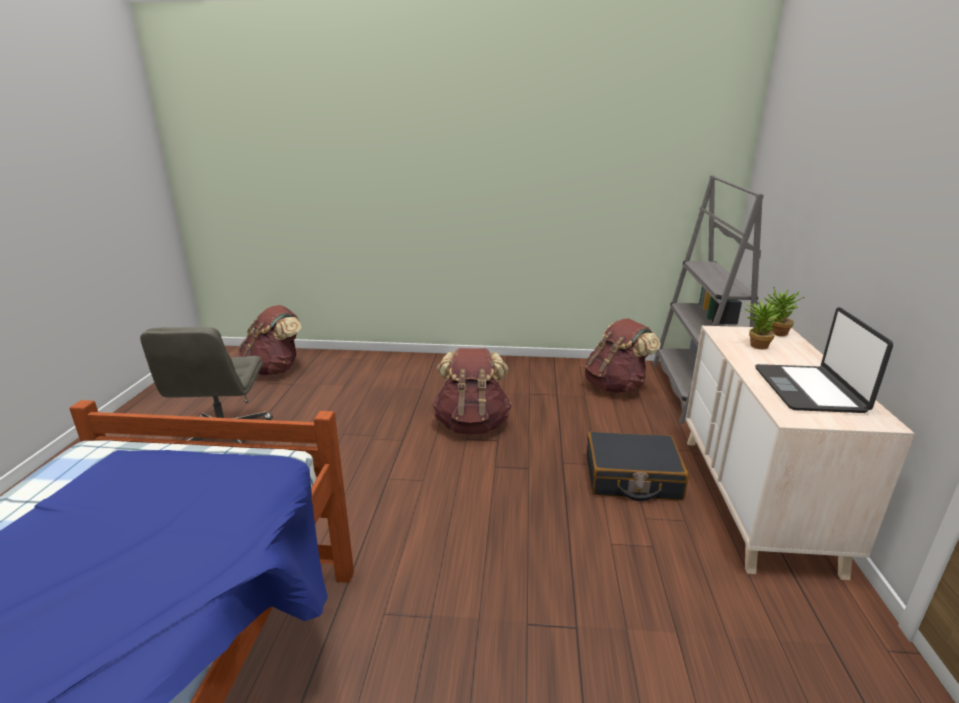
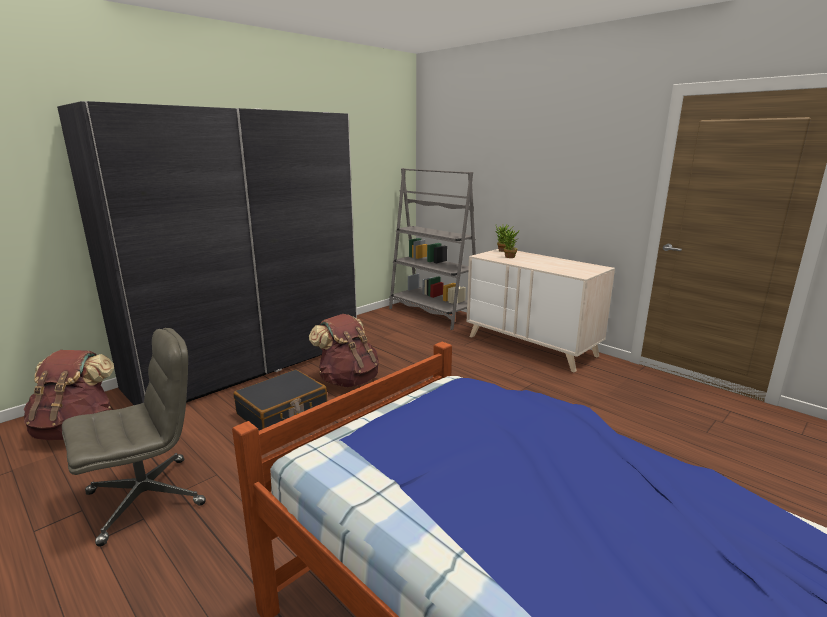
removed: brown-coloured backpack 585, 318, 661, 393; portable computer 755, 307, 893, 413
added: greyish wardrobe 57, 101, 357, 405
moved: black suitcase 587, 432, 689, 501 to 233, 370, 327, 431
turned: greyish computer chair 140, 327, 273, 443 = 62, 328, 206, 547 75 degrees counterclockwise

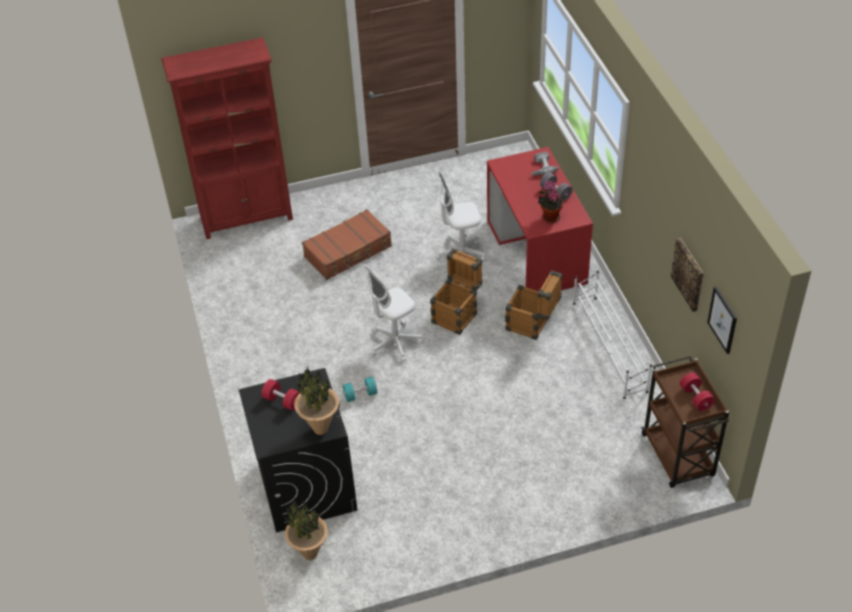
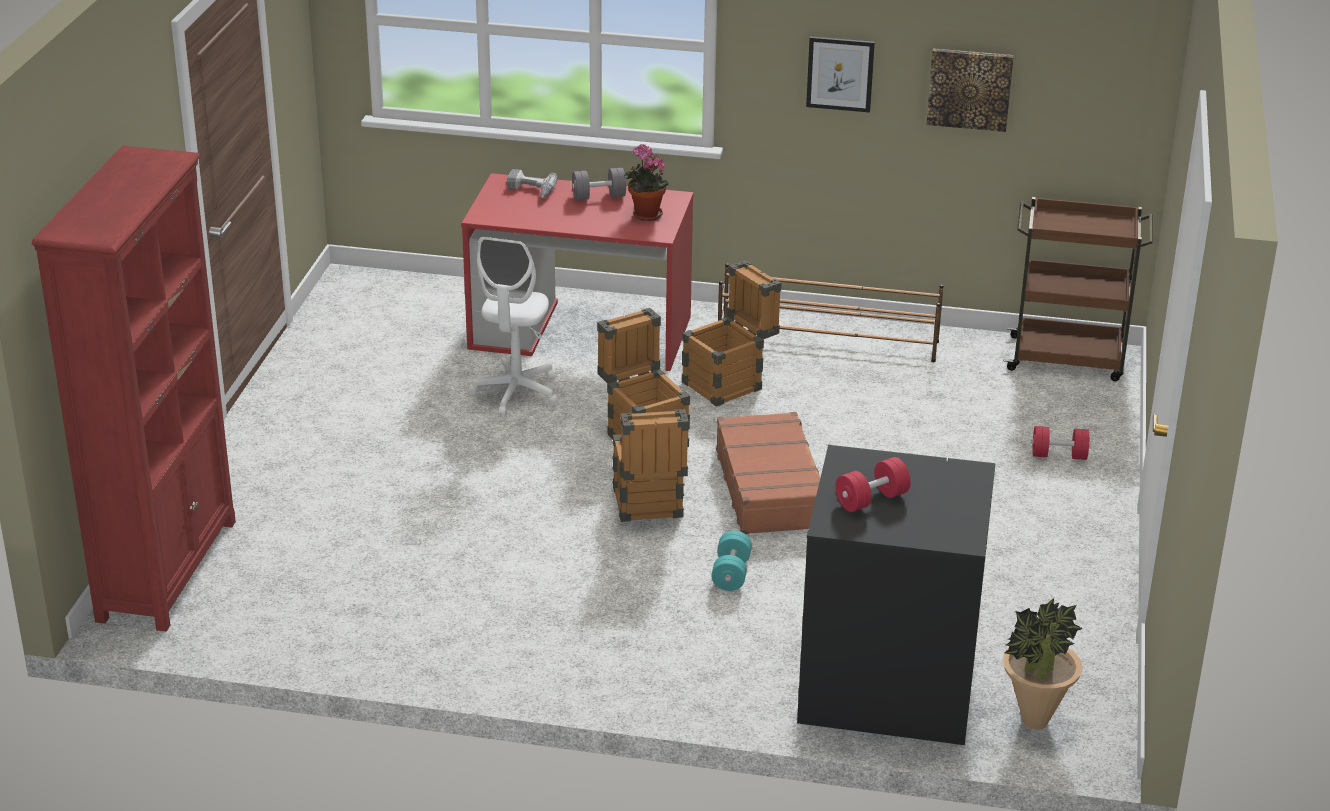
removed: plant in a pot 294, 367, 339, 435
moved: brown-coloured suitcase 302, 209, 392, 280 to 716, 412, 820, 534; red-coloured free weight 680, 372, 715, 411 to 1031, 426, 1090, 460; wall art 707, 287, 737, 354 to 806, 36, 875, 113
replaced: white computer chair 365, 267, 423, 362 to shipping crate 612, 409, 689, 522
recoloured: white shoe shelf 573, 271, 652, 399 to brown-coloured shoe shelf 718, 263, 944, 362

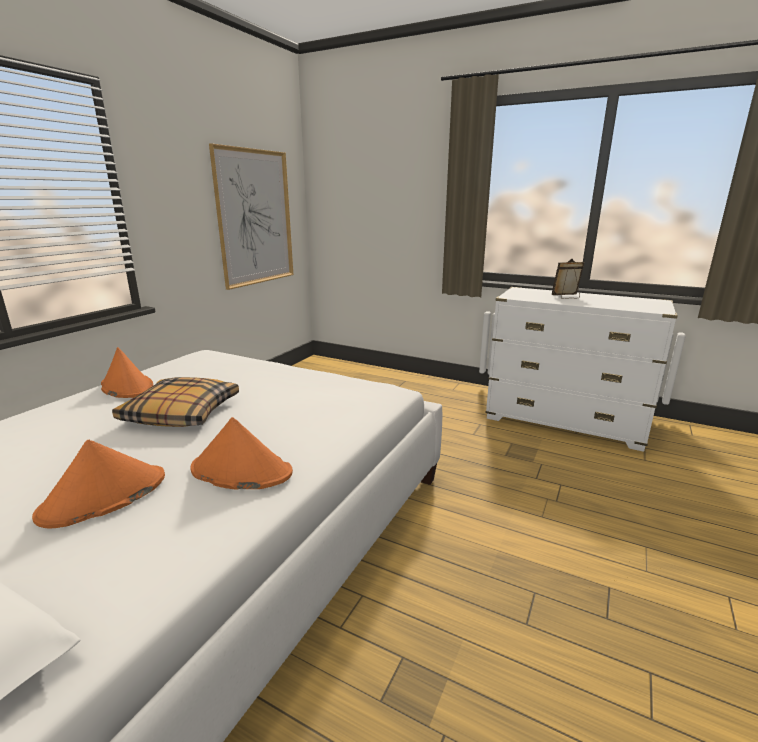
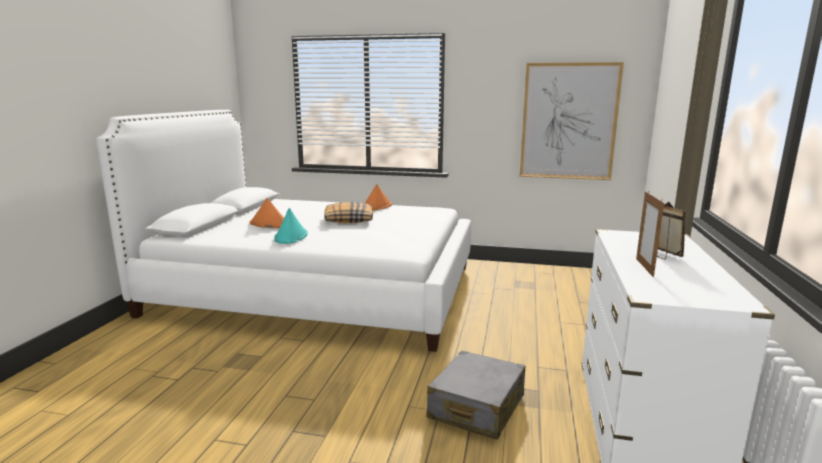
added: greyish suitcase 427, 351, 525, 440; standing frame 636, 191, 664, 277
recoloured: orange-coloured clothing hat 190, 417, 293, 490 to blue-green clothing hat 274, 208, 308, 244

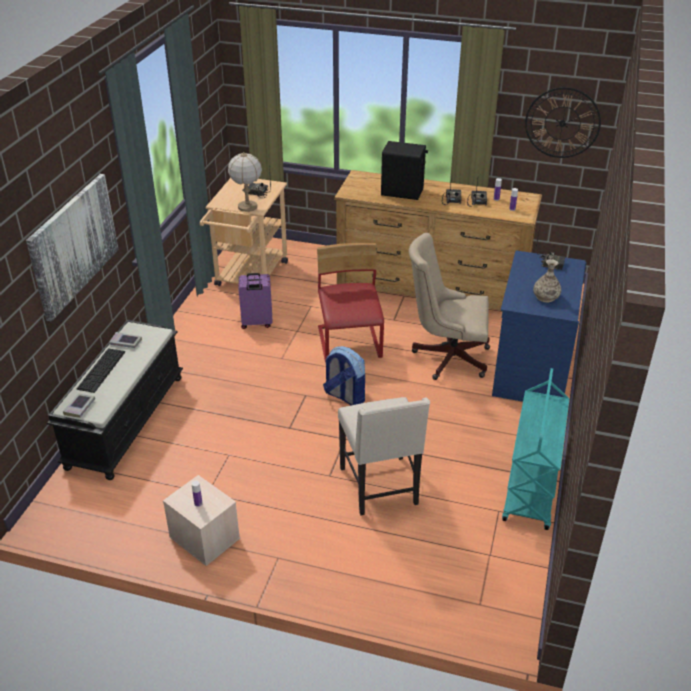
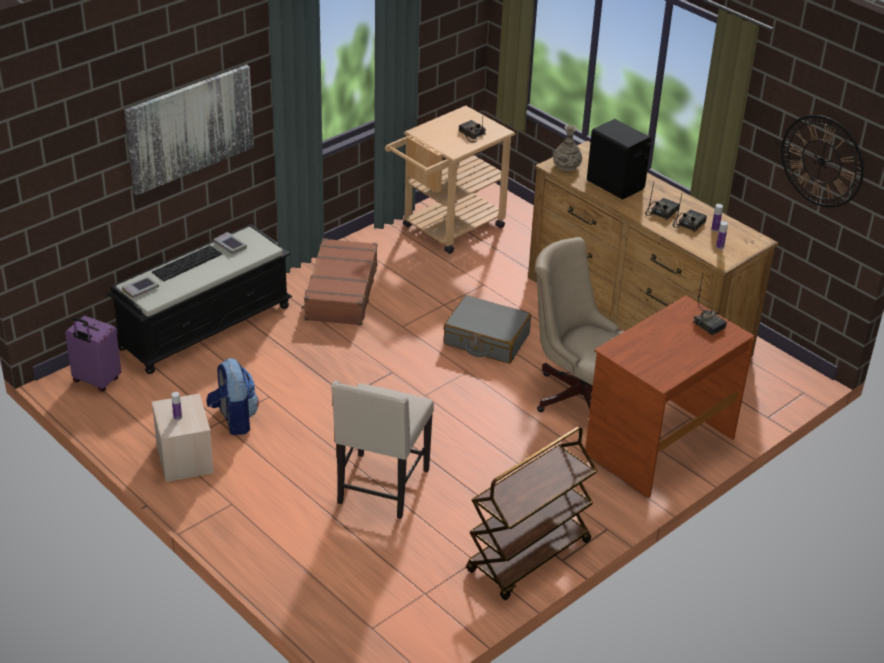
removed: lamp for a table 228, 152, 262, 212
added: brown-coloured suitcase 301, 238, 377, 325
moved: purple-coloured suitcase 239, 273, 273, 329 to 65, 316, 121, 392; backpack 323, 346, 365, 406 to 206, 358, 259, 435; decorative vase 533, 259, 561, 302 to 553, 125, 582, 171
replaced: red-coloured plain chair 317, 243, 384, 363 to greyish suitcase 443, 295, 531, 364
recoloured: blue-coloured desk 492, 250, 586, 402 to brown-coloured desk 585, 296, 755, 498; blue-green trolley 502, 368, 570, 530 to brown-coloured trolley 466, 426, 597, 600

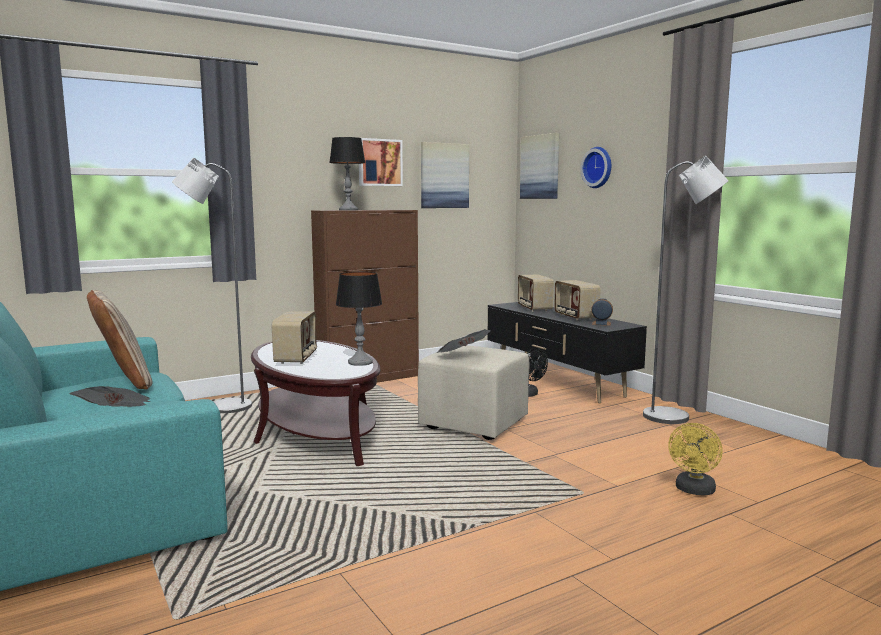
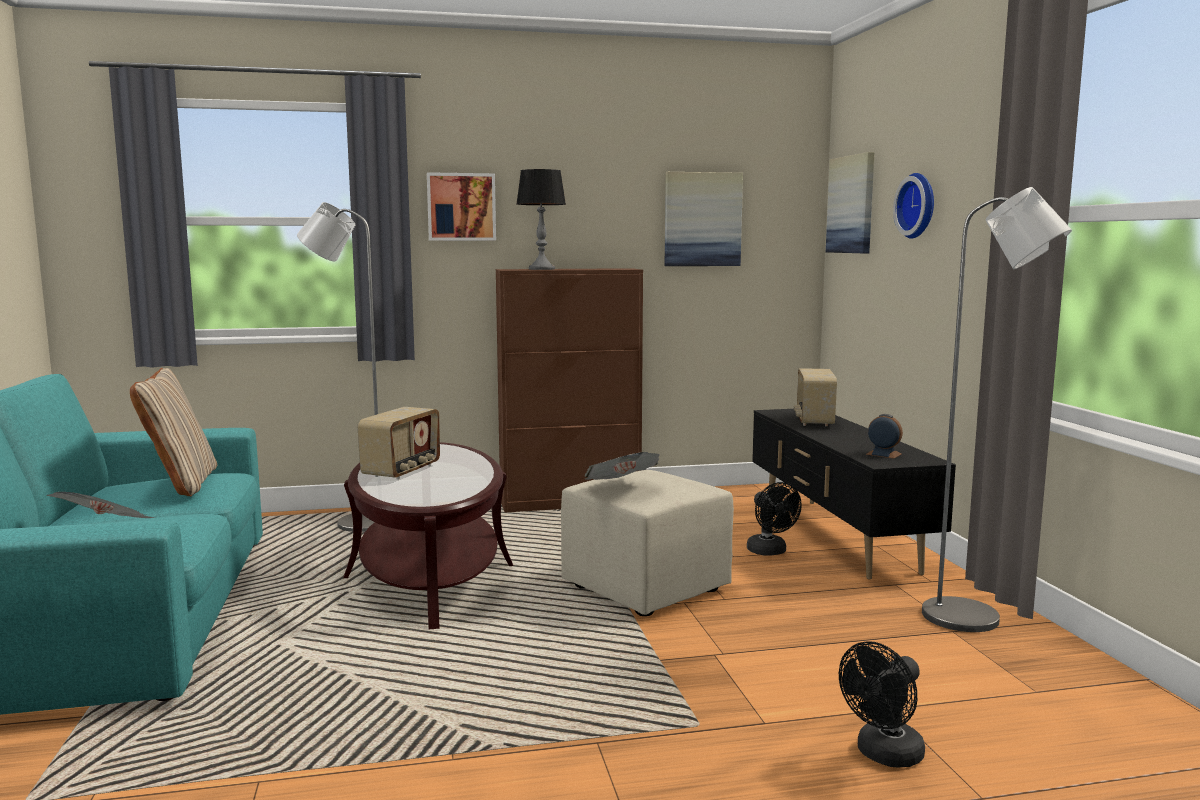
removed: lamp for a table 336, 272, 382, 366; radio receiver 554, 280, 601, 321
moved: wall art 359, 138, 403, 186 to 427, 172, 496, 241
recoloured: yellowish electric fan 668, 423, 723, 496 to black electric fan 839, 641, 925, 767

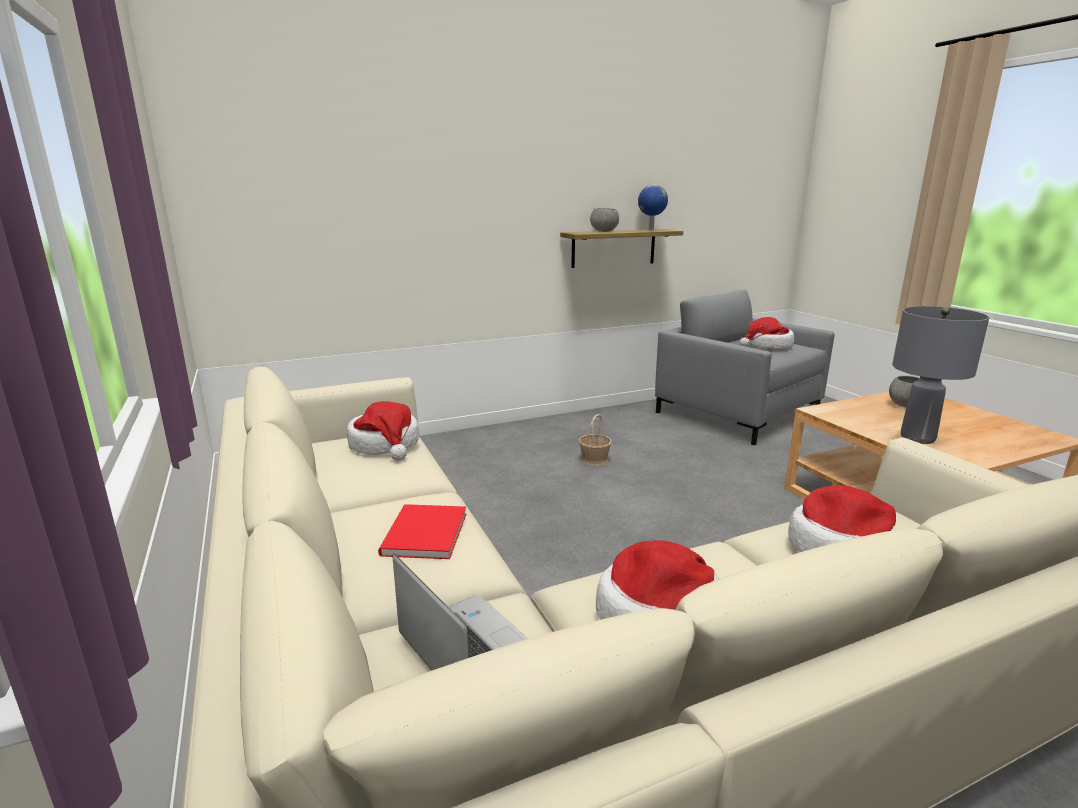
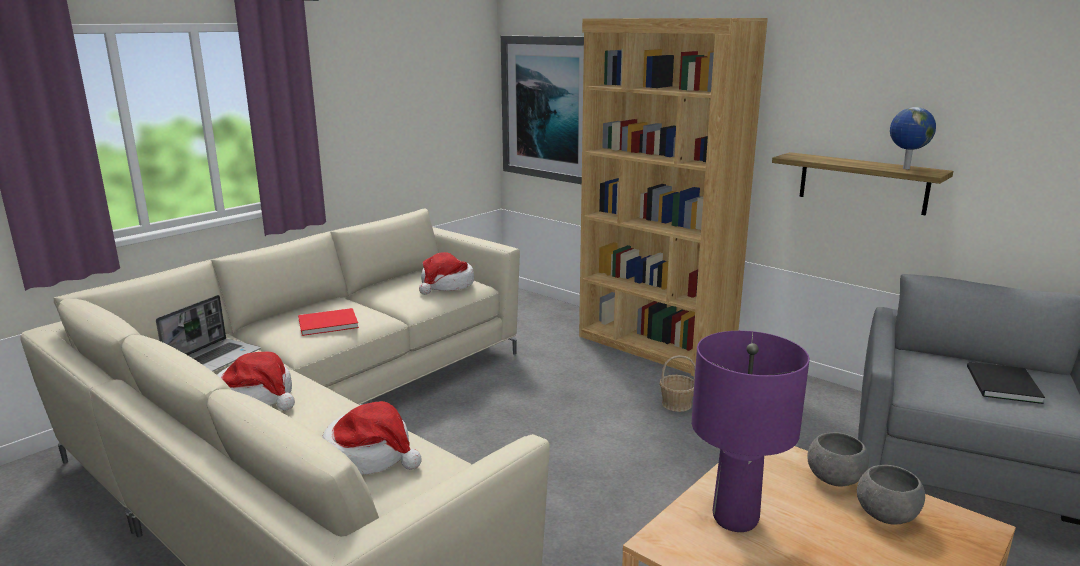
added: wall art 501, 35, 584, 184; brown-coloured bookshelf 579, 18, 768, 376
moved: greyish serving bowl 590, 208, 619, 232 to 807, 432, 869, 487
replaced: clothing hat 739, 317, 794, 349 to black volume 967, 362, 1045, 404
recoloured: greyish lamp for a table 892, 306, 989, 444 to purple-coloured lamp for a table 692, 331, 810, 532

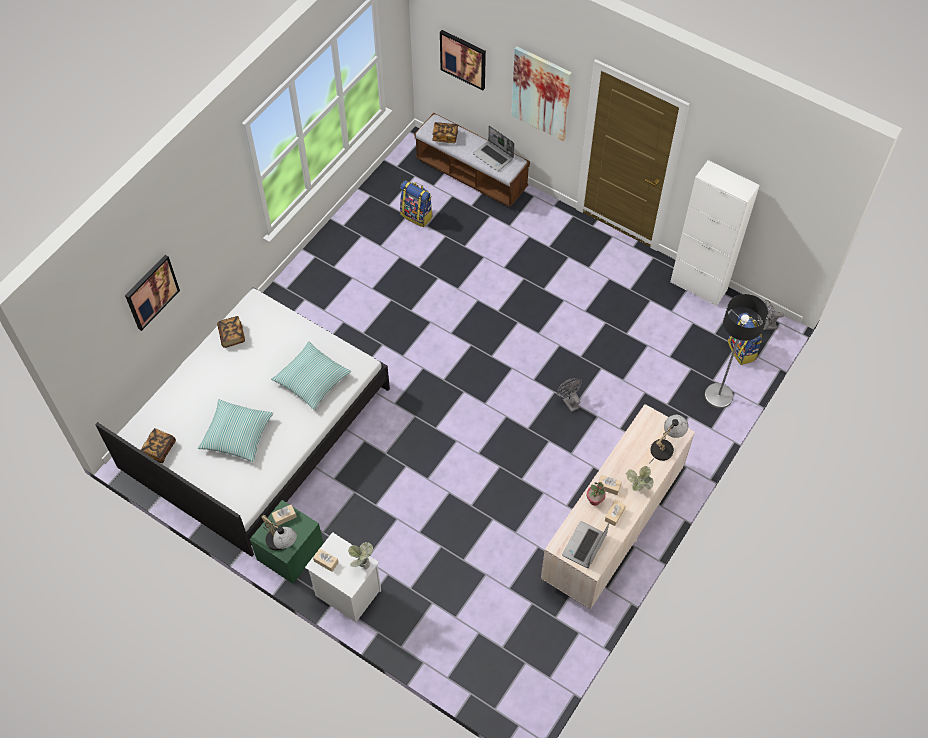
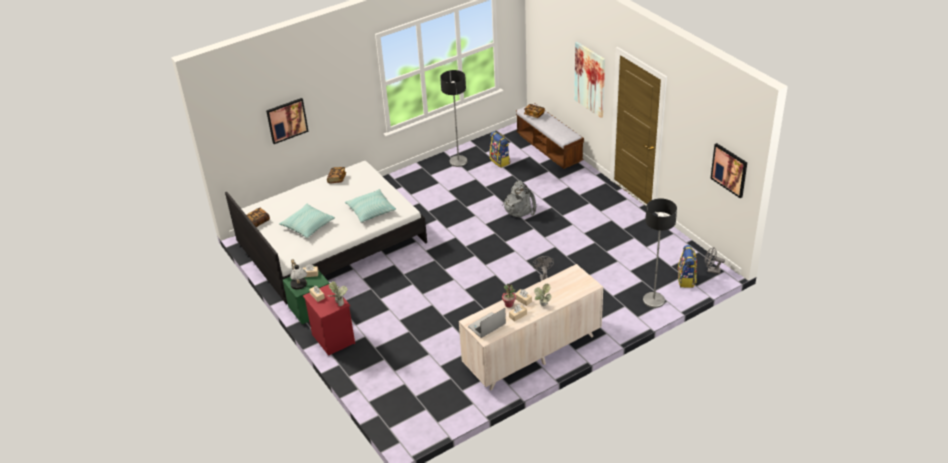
removed: portable computer 473, 125, 514, 171; lamp for a table 649, 415, 688, 464; white cabinet 670, 160, 760, 306
added: floor lamp 440, 70, 468, 167; greyish backpack 502, 180, 536, 218
moved: wall art 440, 30, 486, 91 to 710, 143, 747, 198
recoloured: white bedside table 305, 532, 381, 623 to red-coloured bedside table 303, 284, 355, 356

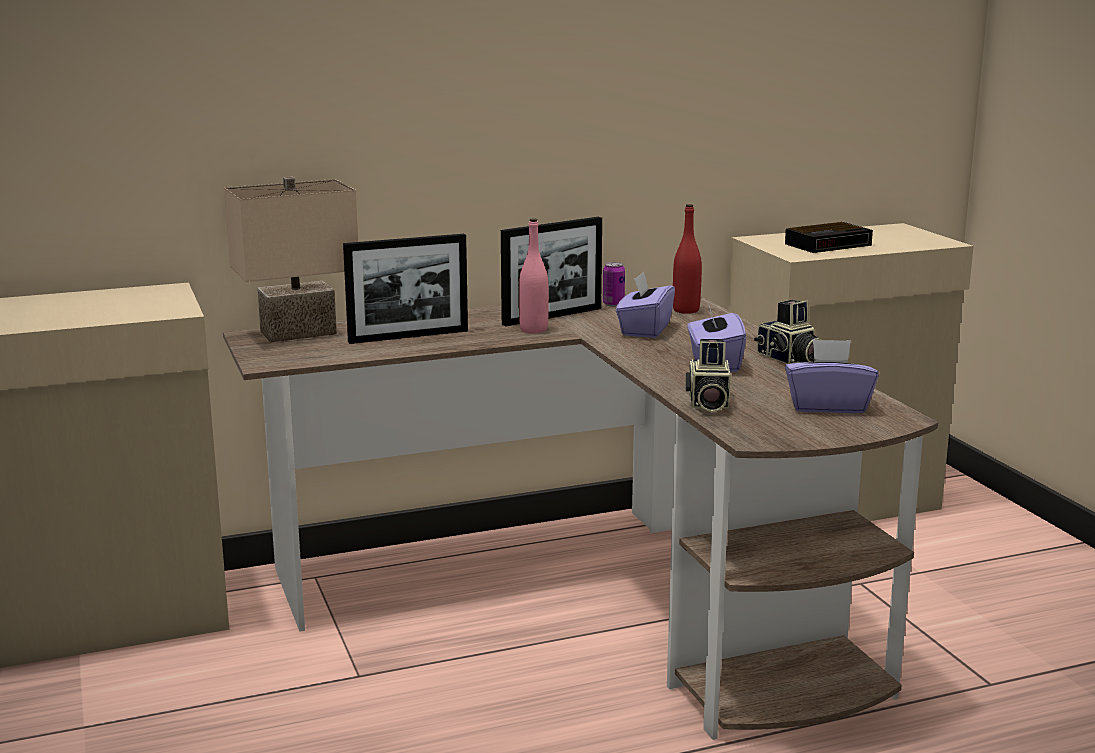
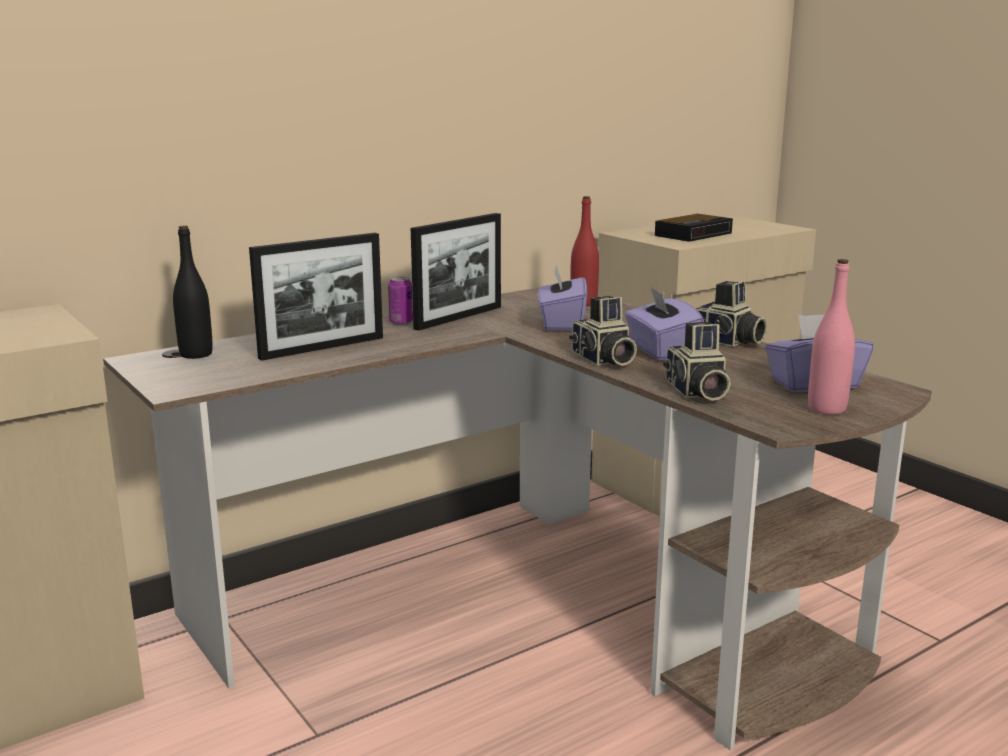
added: still camera 569, 296, 637, 366
moved: pinkish beverage bottle 519, 218, 549, 334 to 808, 259, 855, 415; metal can 603, 262, 625, 307 to 388, 277, 413, 325
replaced: sand-coloured lamp for a table 224, 177, 358, 342 to black beverage bottle 173, 226, 213, 359

